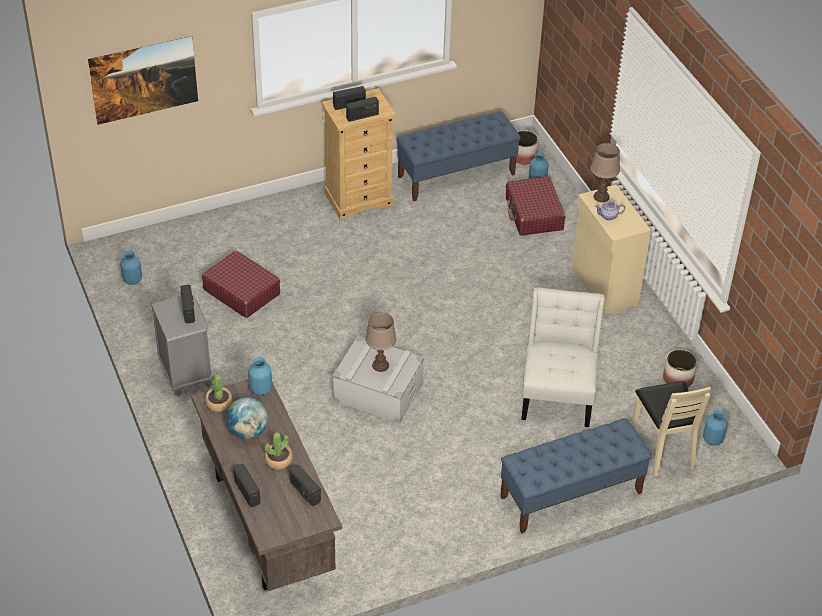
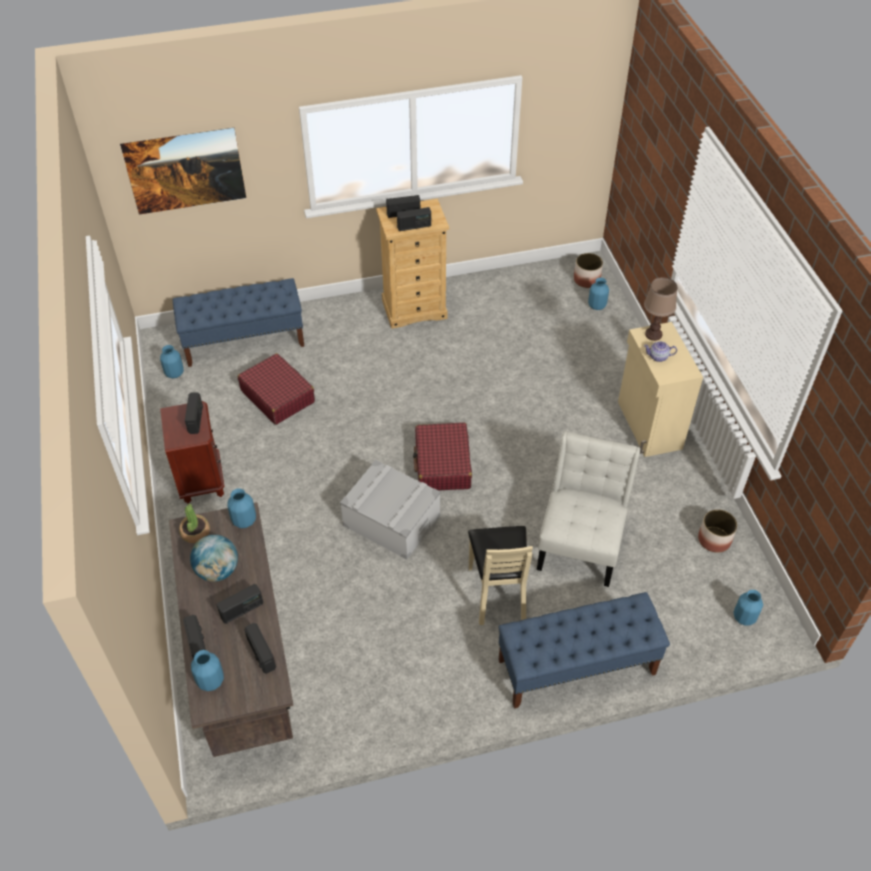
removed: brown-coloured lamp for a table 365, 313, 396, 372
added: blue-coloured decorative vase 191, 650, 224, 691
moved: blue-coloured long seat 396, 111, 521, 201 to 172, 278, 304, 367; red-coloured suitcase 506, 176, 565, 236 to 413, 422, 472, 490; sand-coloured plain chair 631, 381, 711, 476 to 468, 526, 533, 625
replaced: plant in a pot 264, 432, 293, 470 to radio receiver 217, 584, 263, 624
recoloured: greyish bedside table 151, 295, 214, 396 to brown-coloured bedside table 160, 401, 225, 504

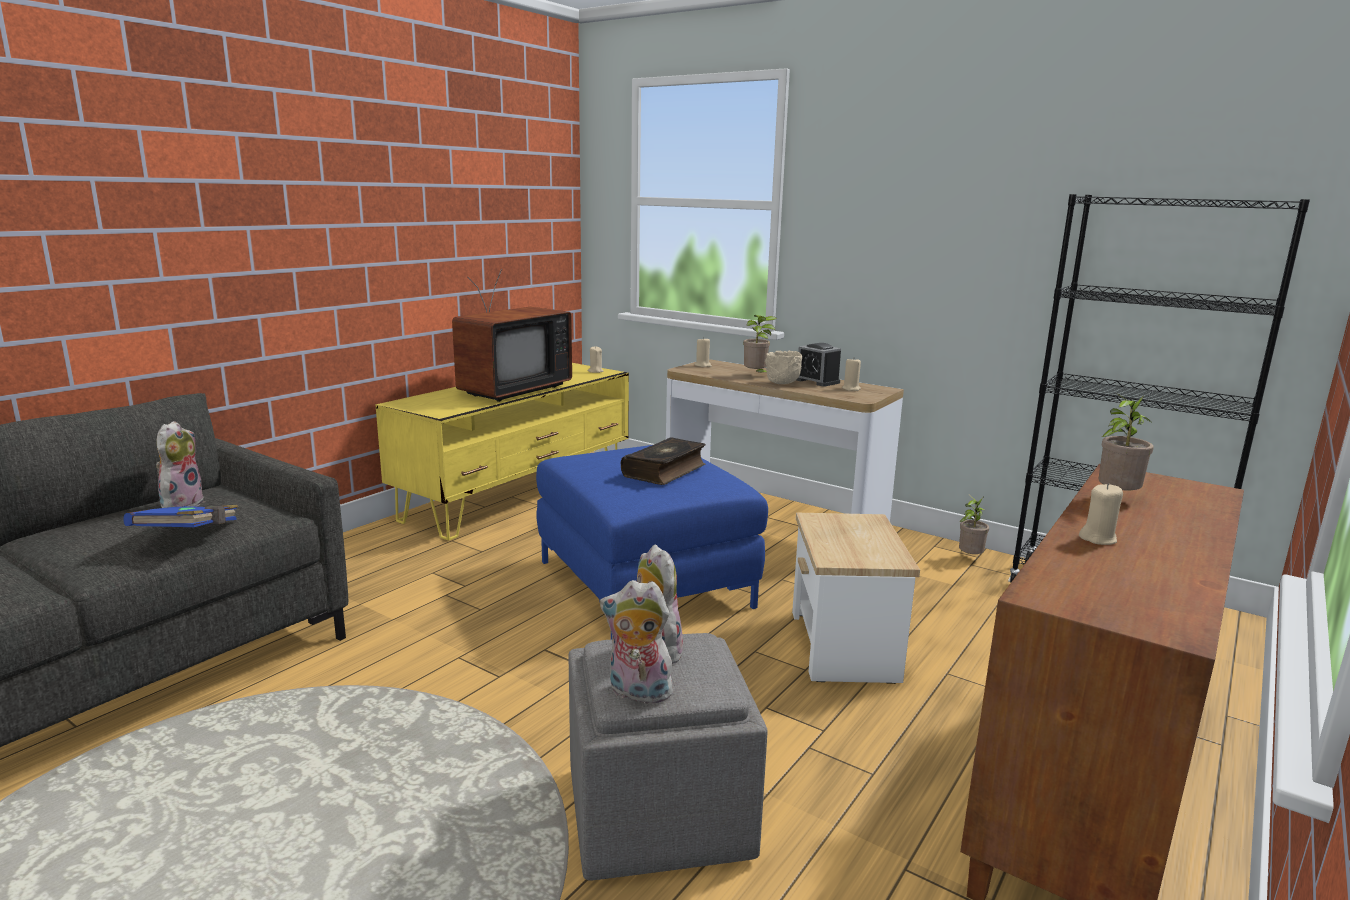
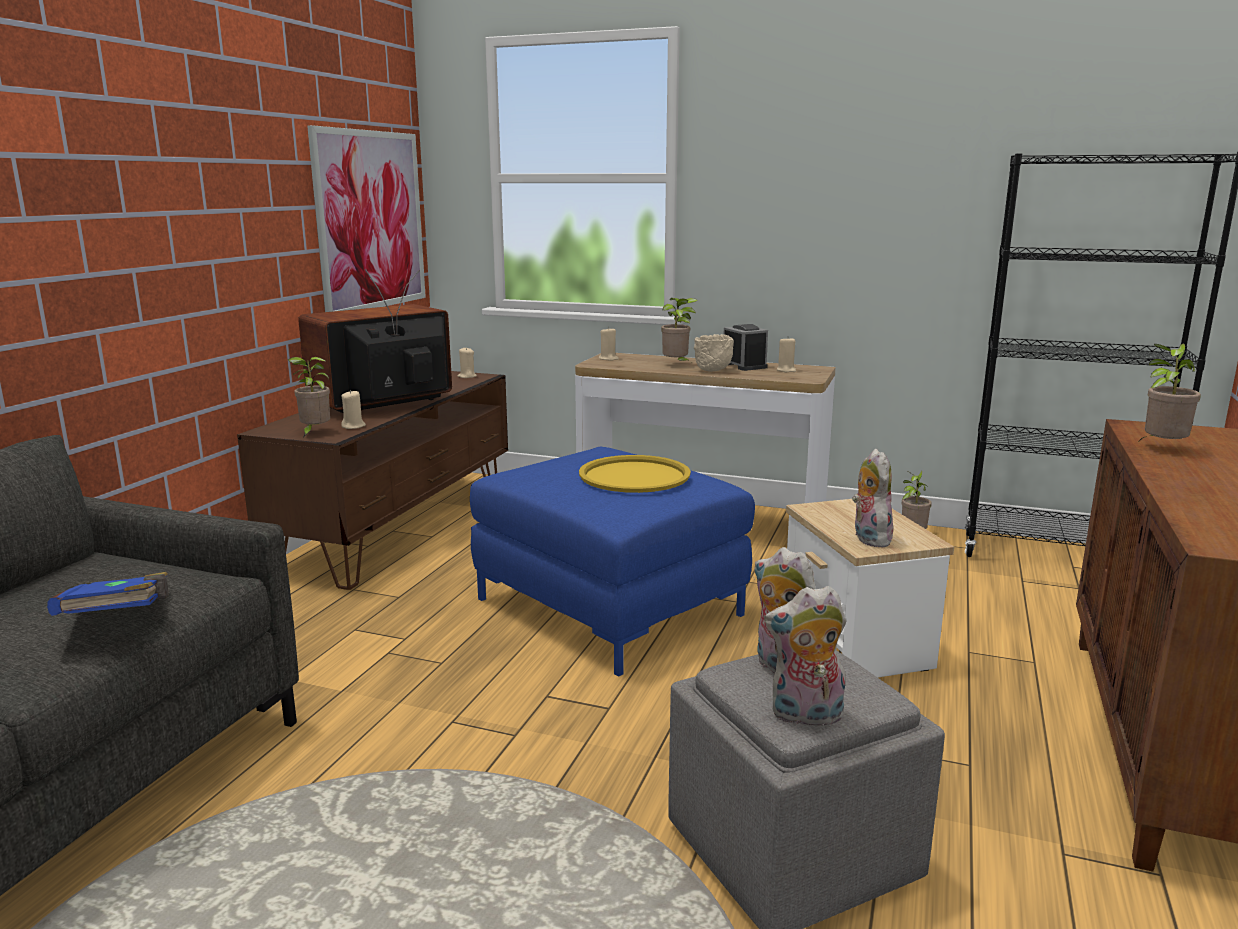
added: plant in a pot 288, 357, 330, 438; wall art 307, 125, 426, 312
moved: cuddly toy 156, 421, 205, 508 to 852, 449, 893, 547; sand-coloured wax candle 1079, 483, 1123, 545 to 341, 390, 366, 429
replaced: volume 621, 437, 706, 485 to yellowish serving tray 579, 455, 691, 493
recoloured: yellowish media console 375, 363, 629, 540 to brown-coloured media console 237, 371, 508, 590
turned: TV 452, 269, 572, 402 = 298, 269, 452, 413 150 degrees counterclockwise; bedside clock 796, 343, 841, 387 = 724, 324, 768, 371 150 degrees counterclockwise

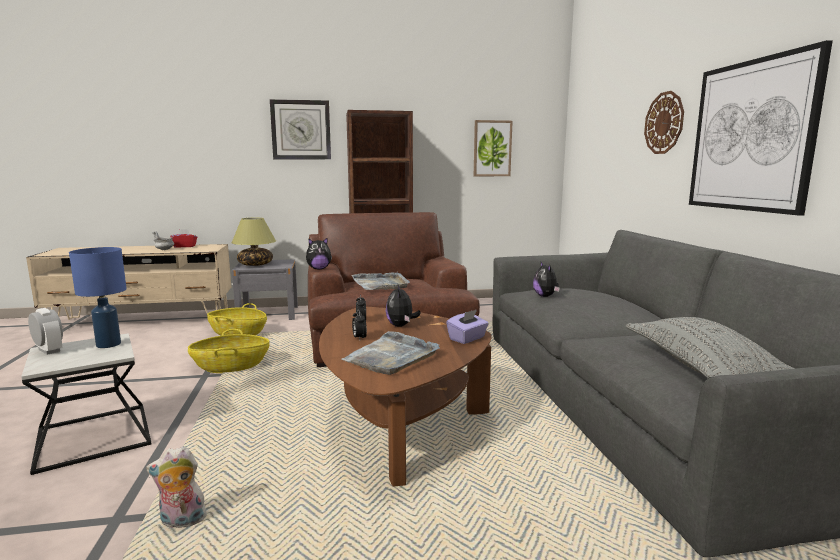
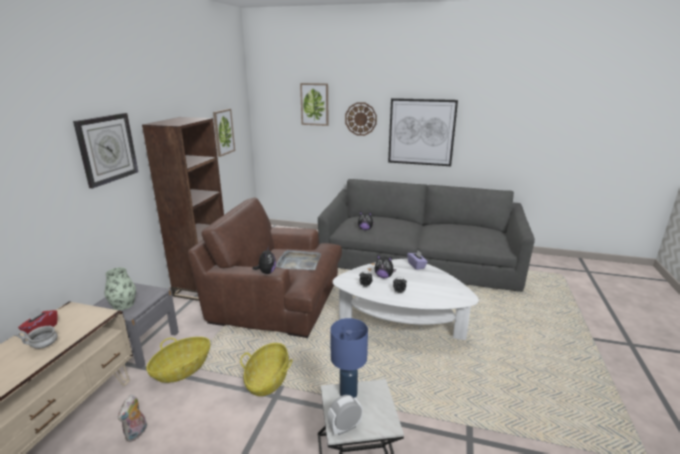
removed: greyish serving tray 341, 331, 440, 375; greyish cushion 626, 317, 795, 378
added: wall art 300, 83, 329, 126
moved: cuddly toy 146, 446, 211, 528 to 118, 395, 147, 442
replaced: lamp for a table 231, 218, 276, 266 to decorative vase 105, 267, 136, 310
recoloured: brown-coloured coffee table 319, 307, 492, 487 to white coffee table 333, 259, 479, 340

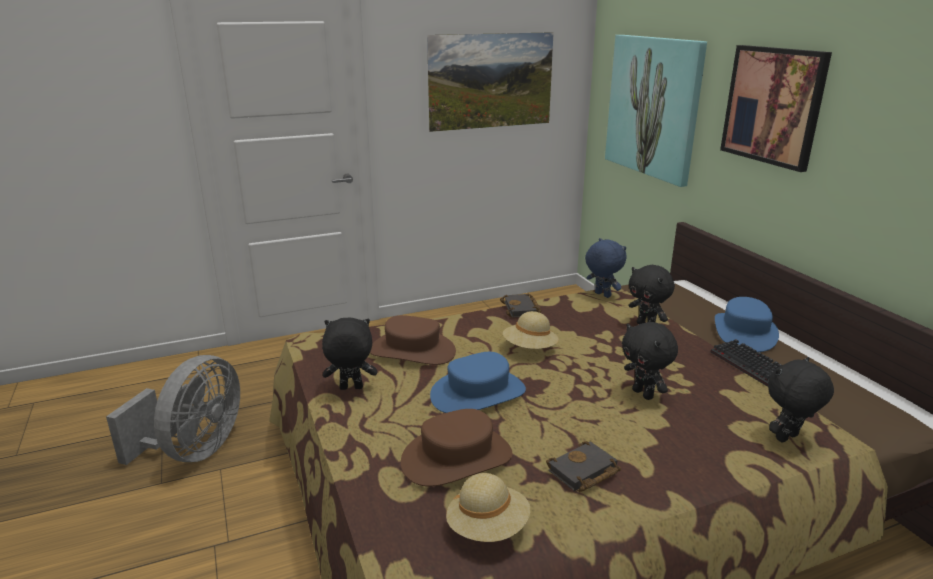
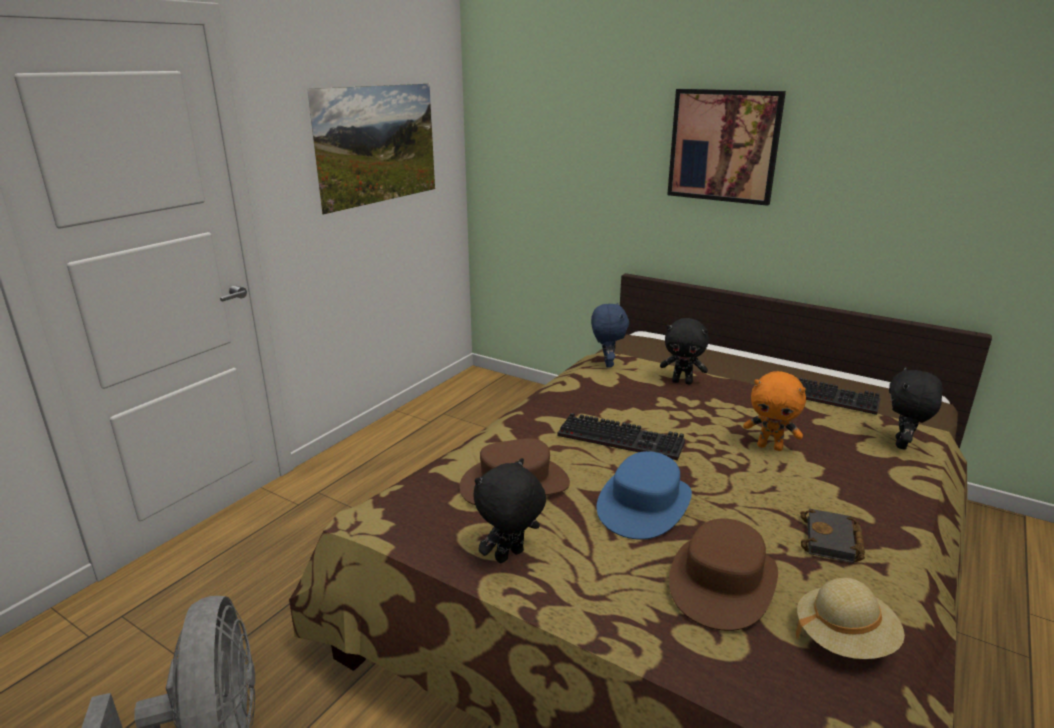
removed: black volume 500, 293, 541, 318; wall art 605, 35, 707, 187; blue-coloured clothing hat 715, 297, 779, 352
replaced: sand-coloured clothing hat 503, 311, 559, 349 to keyboard 558, 413, 685, 460
recoloured: black cuddly toy 622, 322, 678, 400 to orange-coloured cuddly toy 743, 371, 806, 451
turned: blue-coloured cuddly toy 585, 238, 626, 298 = 591, 303, 629, 368 75 degrees clockwise

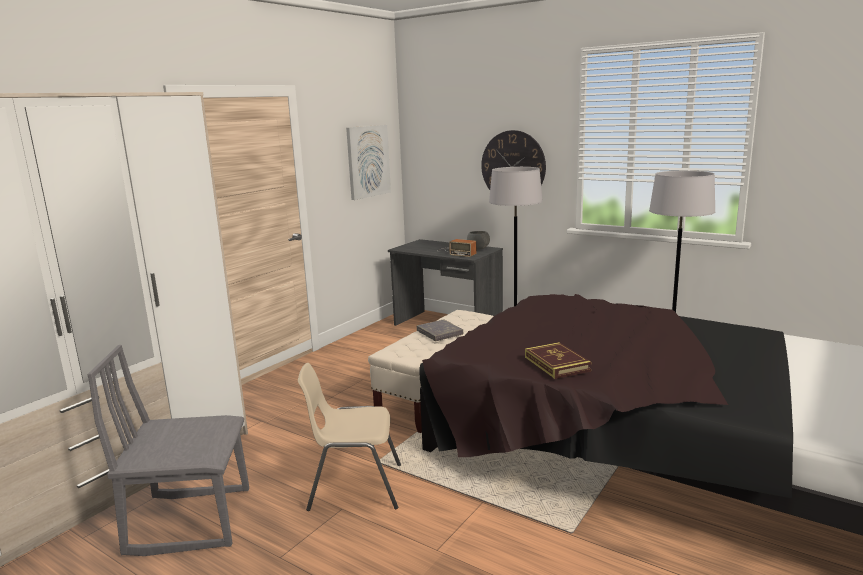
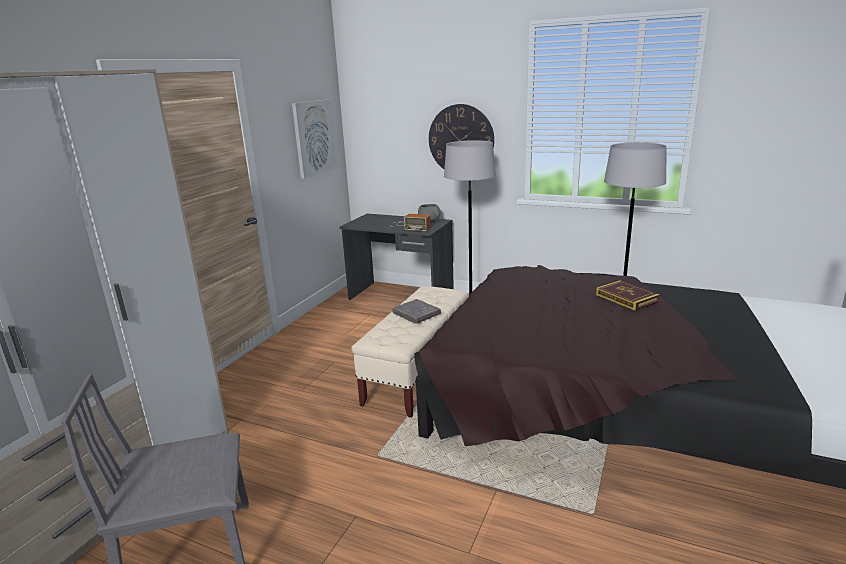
removed: sand-coloured plain chair 298, 363, 401, 511
moved: volume 525, 342, 592, 379 to 596, 280, 660, 311

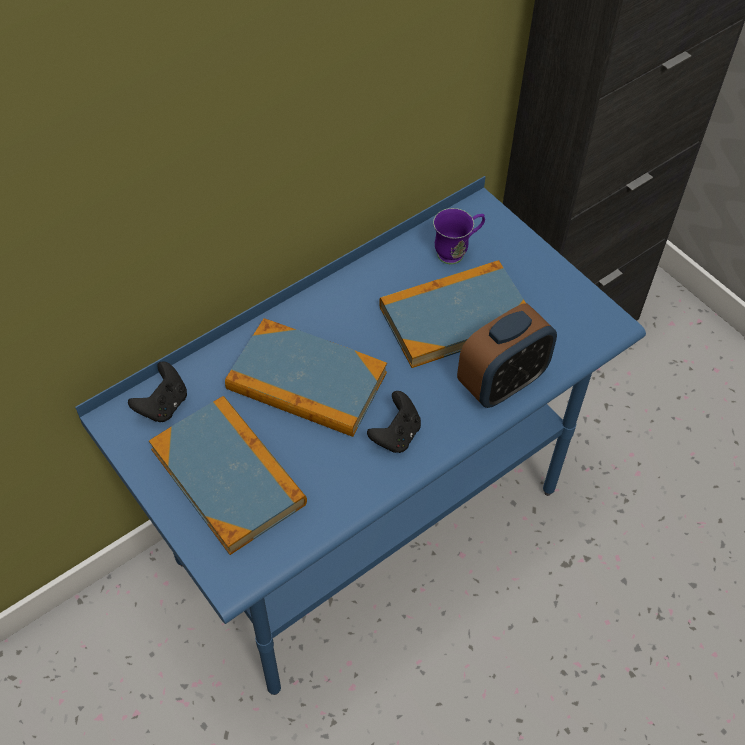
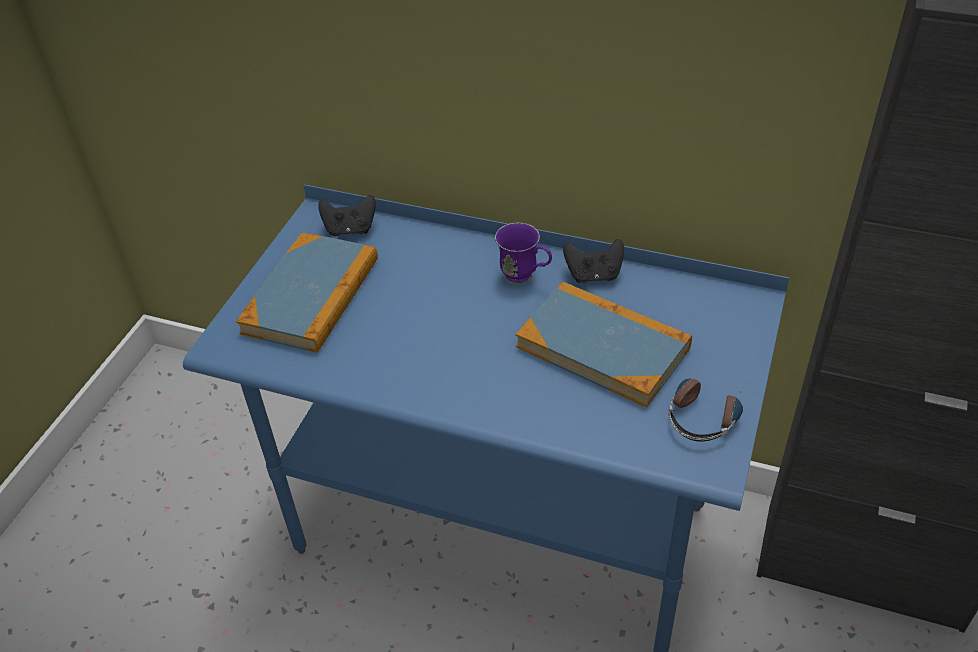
removed: volume 225, 318, 387, 437; bedside clock 457, 303, 557, 408
added: headphones 669, 378, 747, 441
moved: black game controller 367, 391, 421, 453 to 563, 239, 624, 283; purple-coloured coffee mug 433, 208, 485, 264 to 495, 223, 552, 285

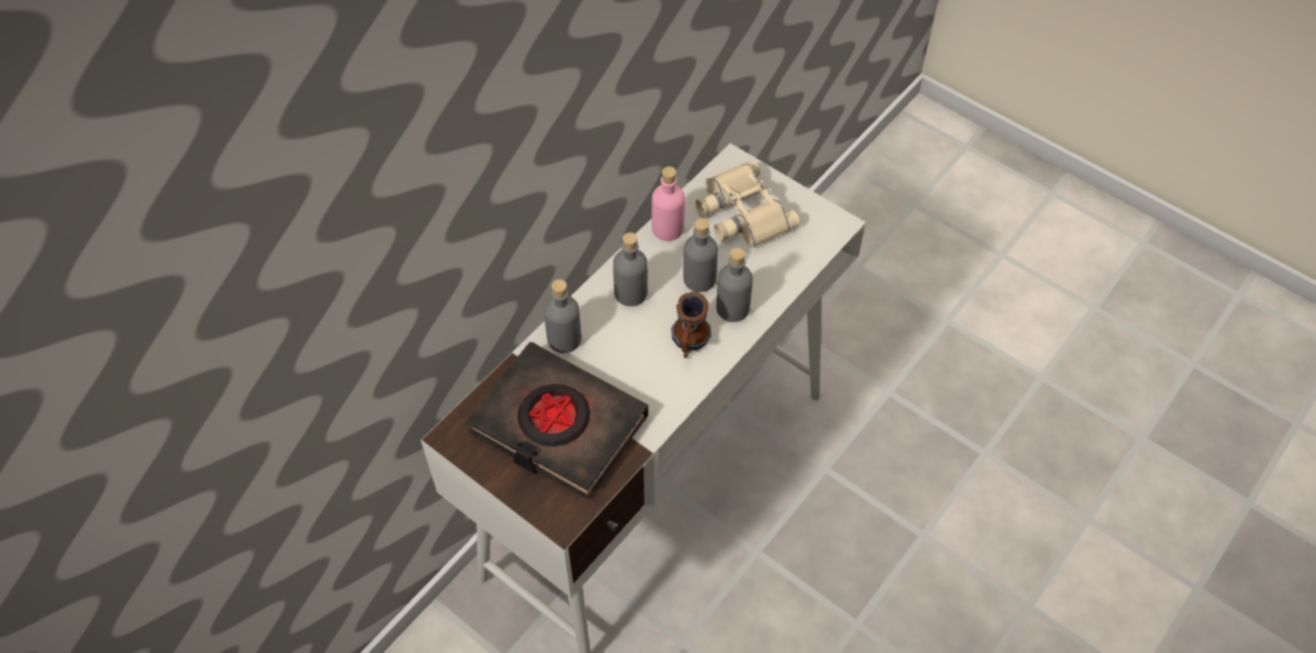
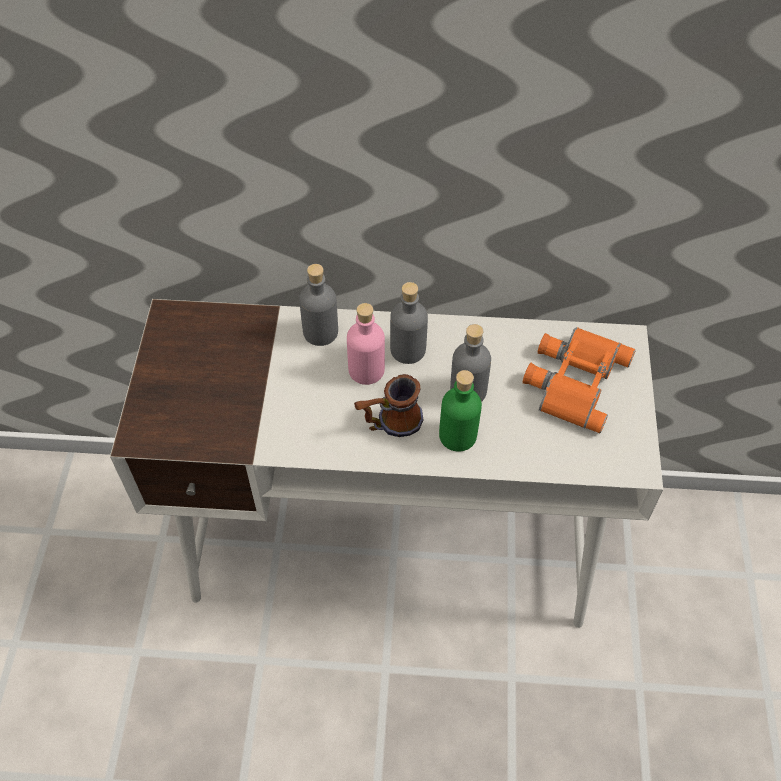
removed: black volume 466, 342, 648, 499
moved: pinkish beverage bottle 652, 167, 685, 241 to 347, 303, 385, 385
recoloured: sand-coloured pair of binoculars 695, 160, 800, 248 to orange-coloured pair of binoculars 523, 327, 636, 433; greyish beverage bottle 716, 248, 753, 322 to green beverage bottle 439, 370, 482, 452

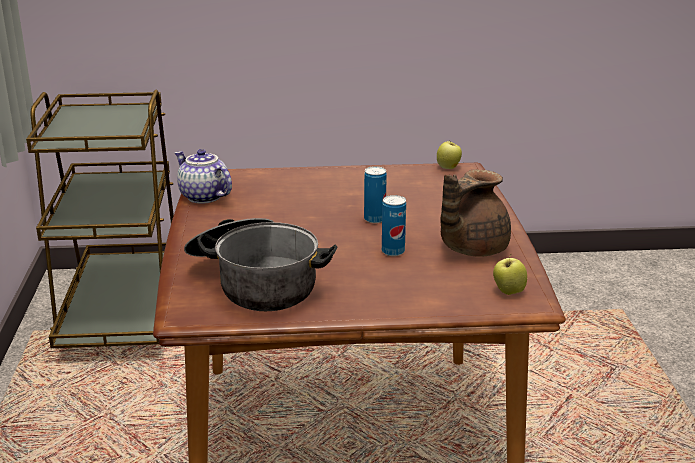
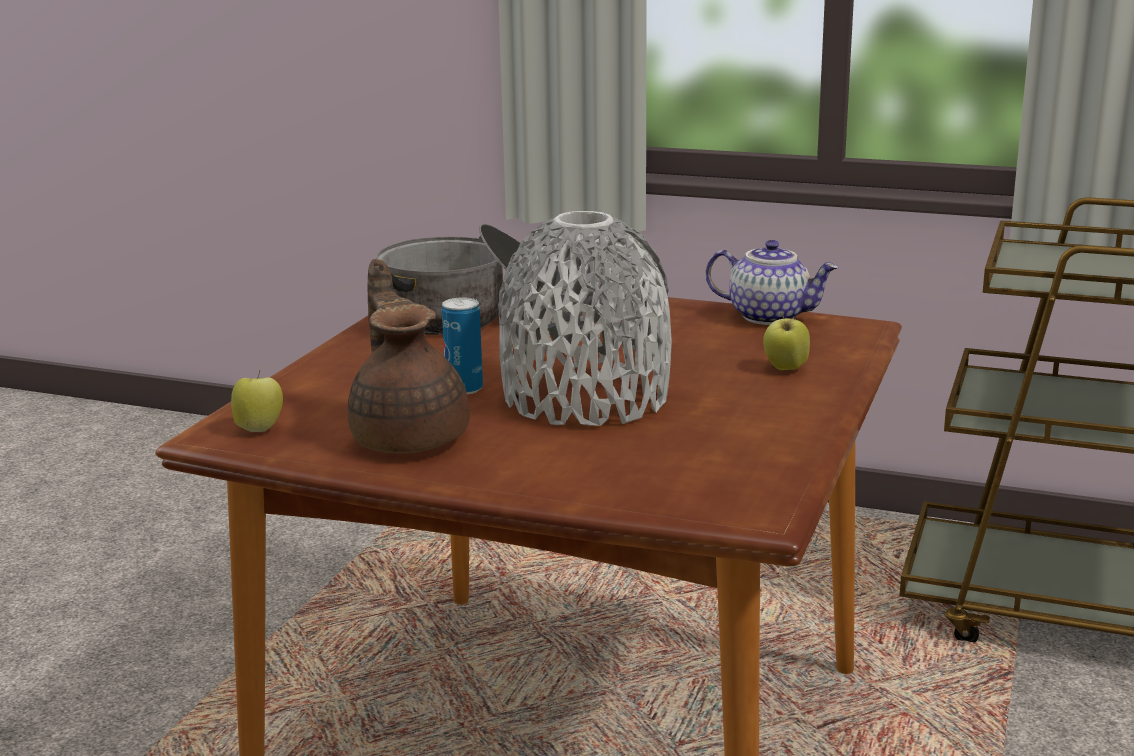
moved: apple fruit 437, 140, 462, 169 to 763, 312, 810, 370
replaced: metal can 364, 166, 387, 223 to greyish decorative vase 498, 211, 672, 426
turned: tea pot 175, 149, 232, 204 = 706, 240, 839, 325 45 degrees clockwise

